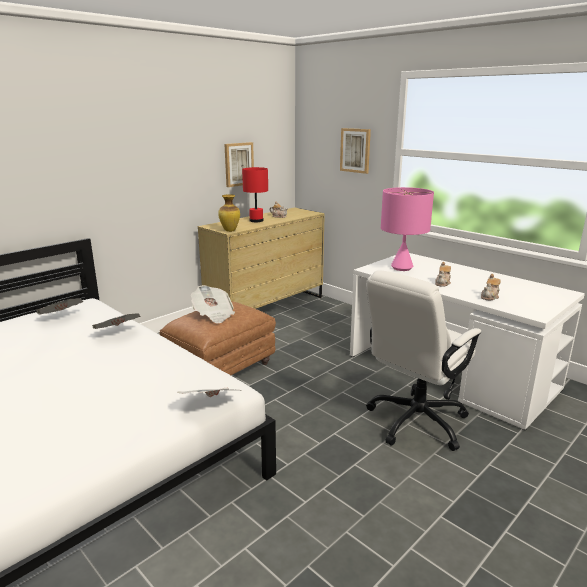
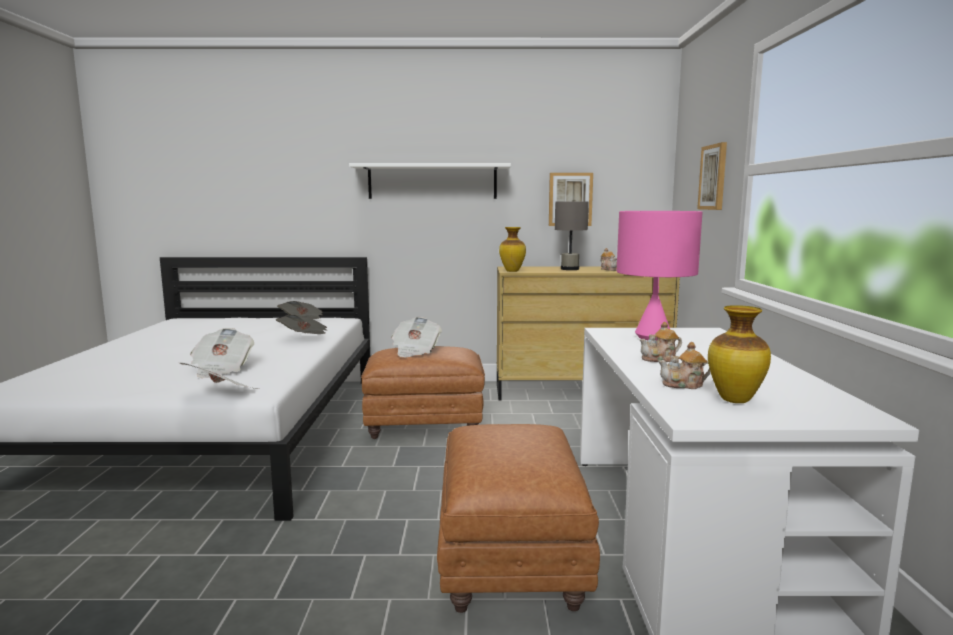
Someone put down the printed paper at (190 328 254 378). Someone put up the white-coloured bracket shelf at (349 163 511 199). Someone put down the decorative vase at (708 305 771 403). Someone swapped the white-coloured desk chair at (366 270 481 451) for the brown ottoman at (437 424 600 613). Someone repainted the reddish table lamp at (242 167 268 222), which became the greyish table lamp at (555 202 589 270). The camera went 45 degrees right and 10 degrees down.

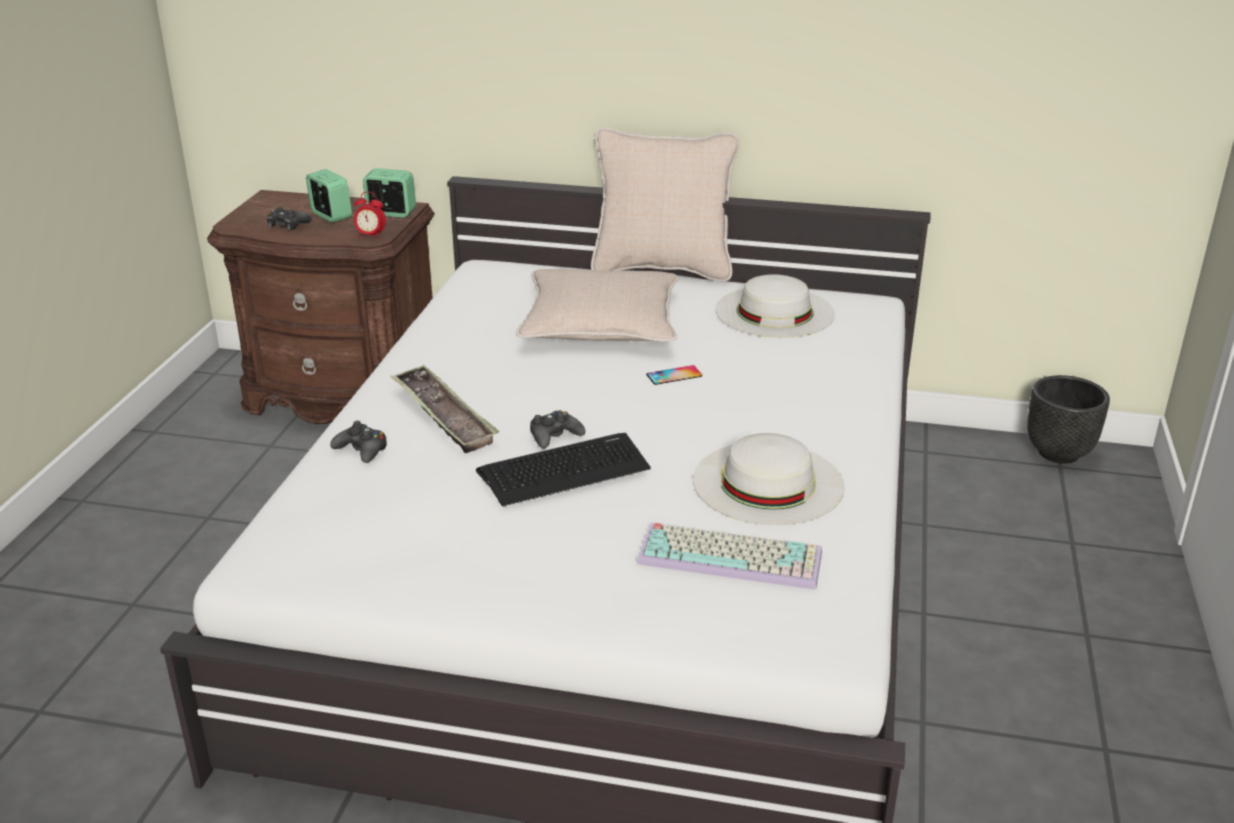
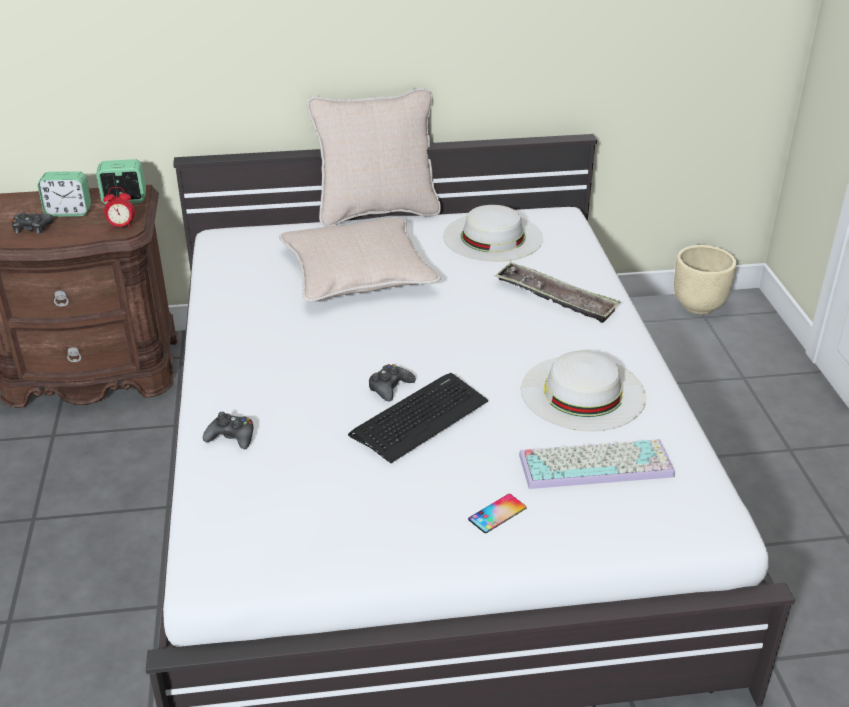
Someone carried the carrying tray from (391 364 499 453) to (495 262 620 323). Someone carried the phone from (647 365 702 385) to (468 494 527 533). Someone repainted the black planter at (1027 375 1110 464), which became the beige-coloured planter at (674 245 737 315). Someone rotated the bedside clock at (306 169 352 223) by 150 degrees clockwise. The camera went 20 degrees left and 5 degrees up.

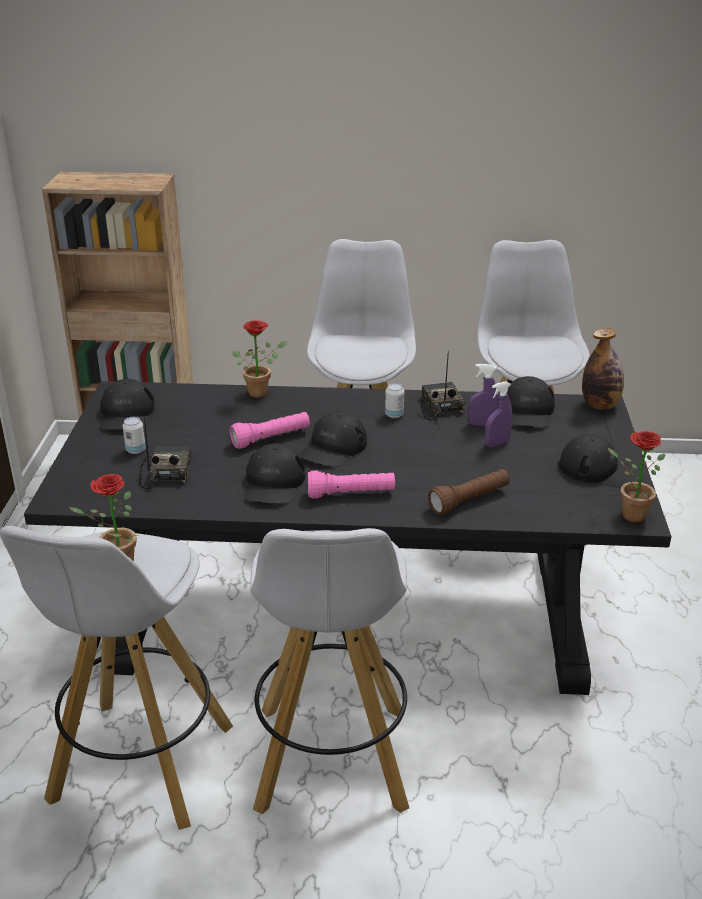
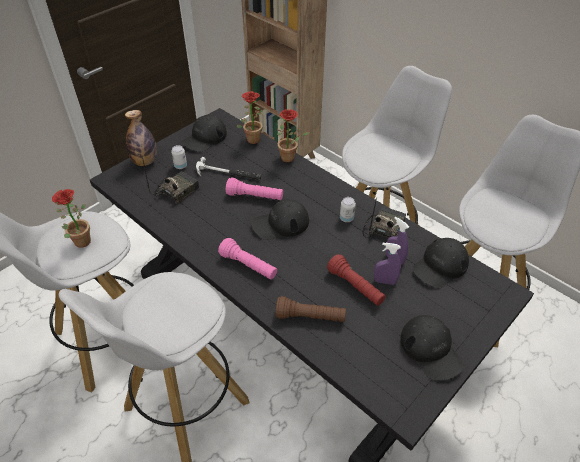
Someone took away the black peaked cap at (243 443 305 503). Someone put down the hand hammer at (196 157 262 180). Someone put down the reddish flashlight at (327 254 385 306). Someone carried the drink bottle from (582 329 624 409) to (125 110 157 166). Someone carried the plant in a pot from (608 431 665 523) to (237 91 263 144). The camera went 40 degrees right and 15 degrees up.

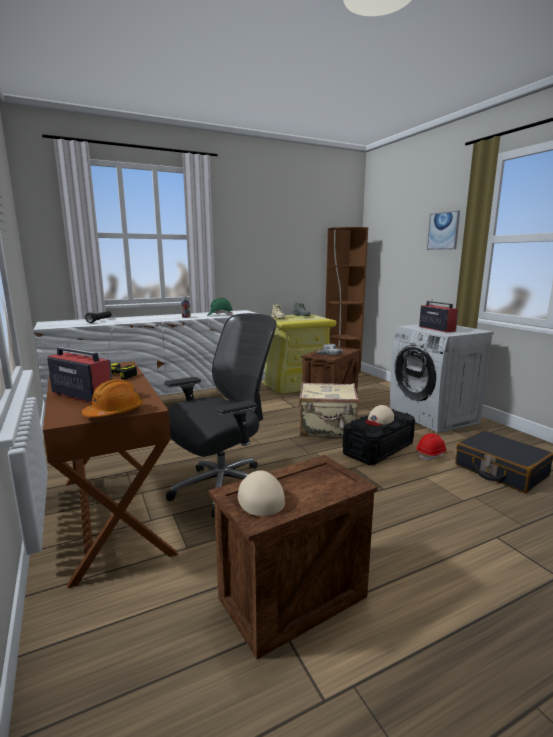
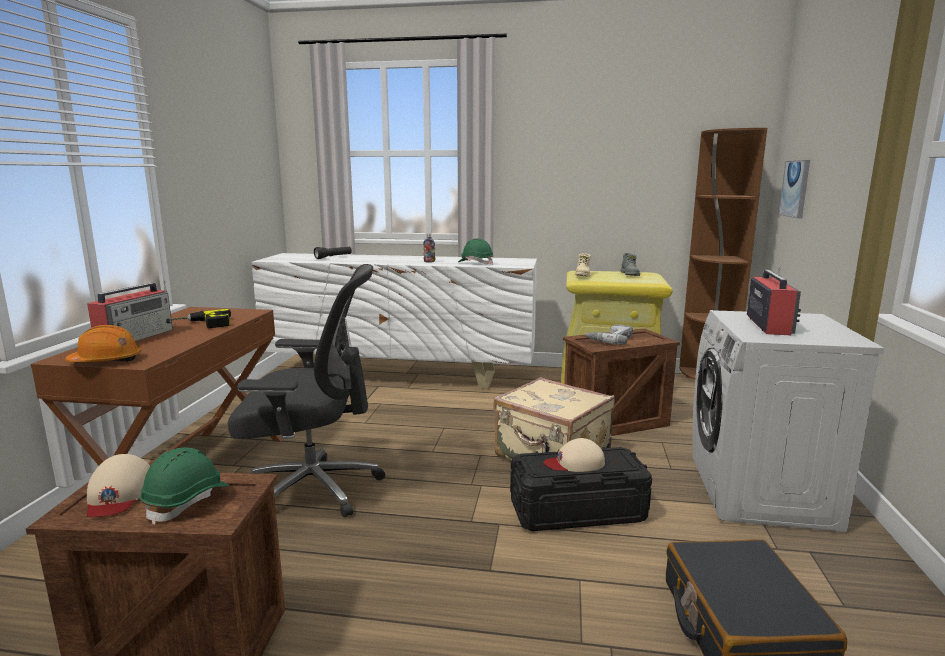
Someone took away the reddish safety helmet at (417 433 447 461). Someone put down the green-coloured safety helmet at (140 447 229 525). Someone carried the picture from (427 210 460 250) to (779 160 810 219). Someone rotated the radio at (47 342 113 403) by 45 degrees clockwise. Someone rotated the beige-coloured peaked cap at (238 470 285 516) by 150 degrees clockwise. The camera went 35 degrees right and 0 degrees up.

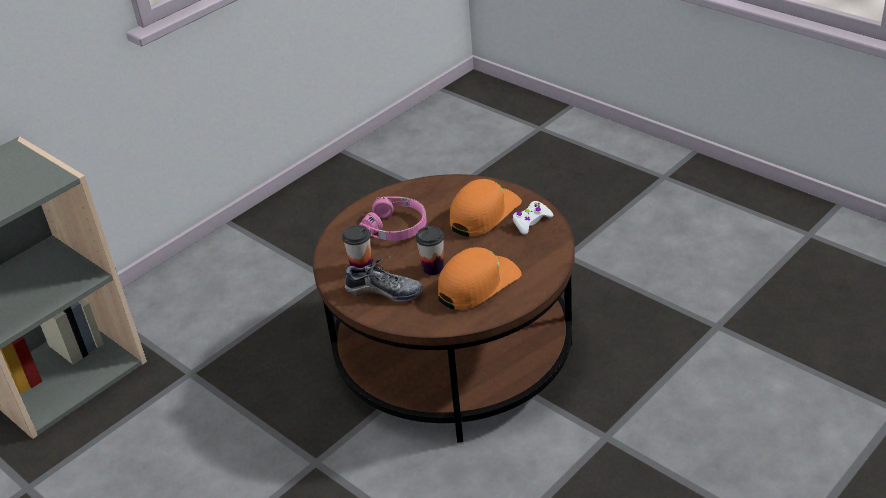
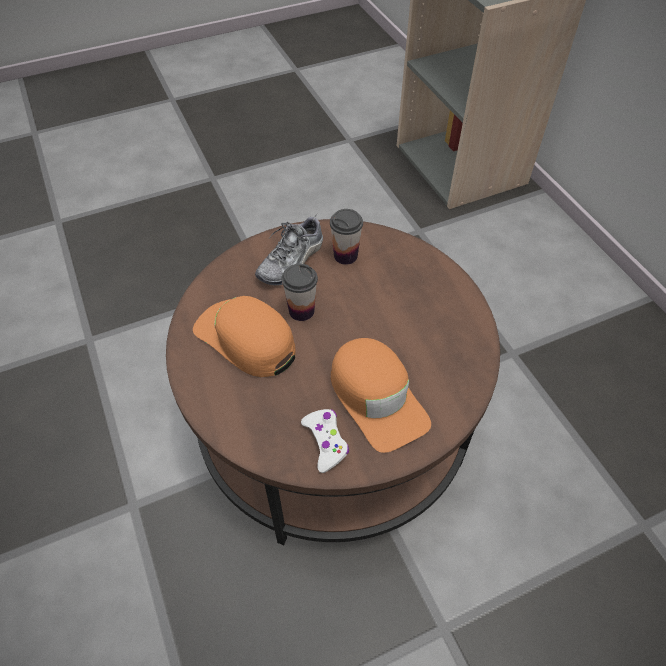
Someone took away the pink-coloured headphones at (359 196 427 241). Someone rotated the orangey peaked cap at (438 247 522 310) by 150 degrees clockwise. The camera went 110 degrees right and 15 degrees up.

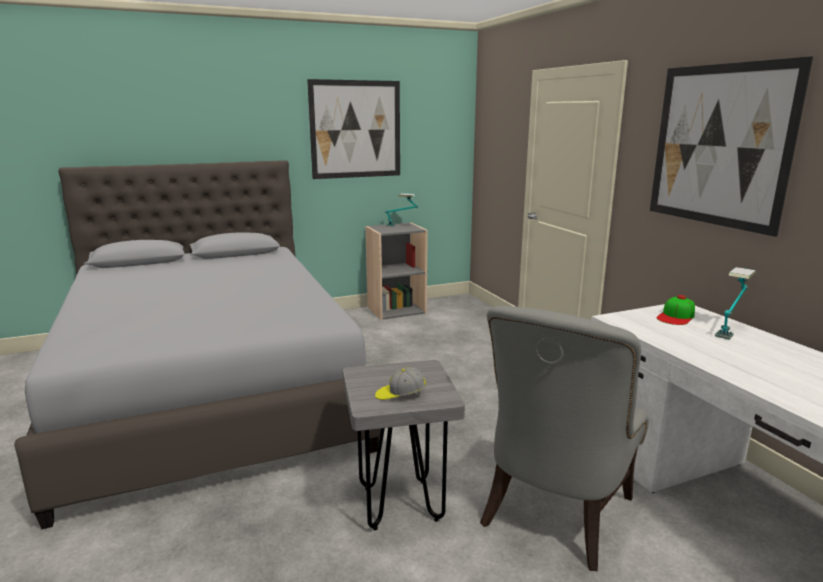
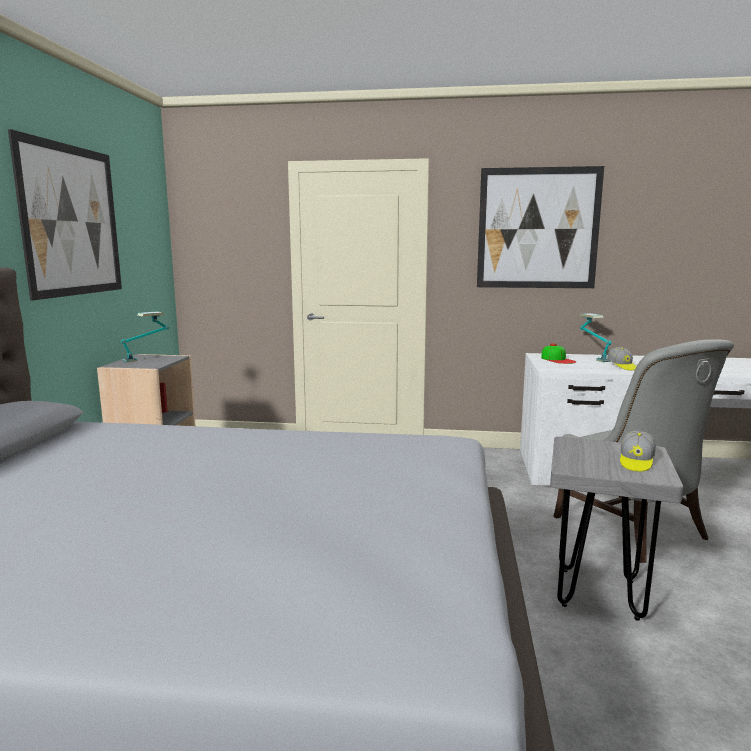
Someone put down the peaked cap at (607 347 637 371). The camera went 60 degrees left and 5 degrees down.

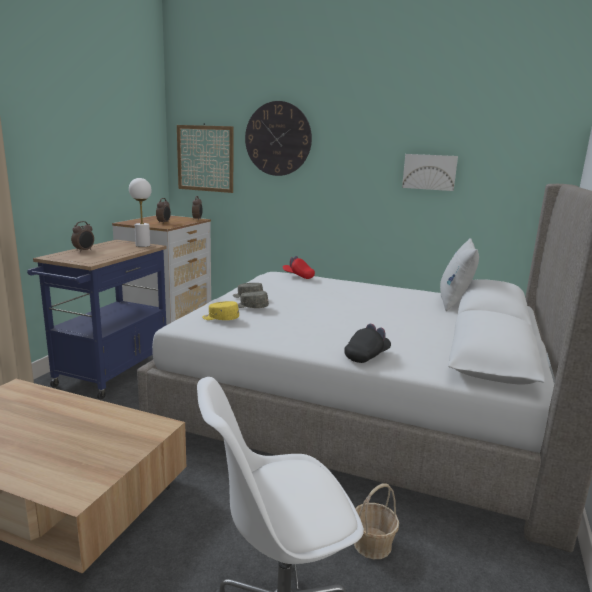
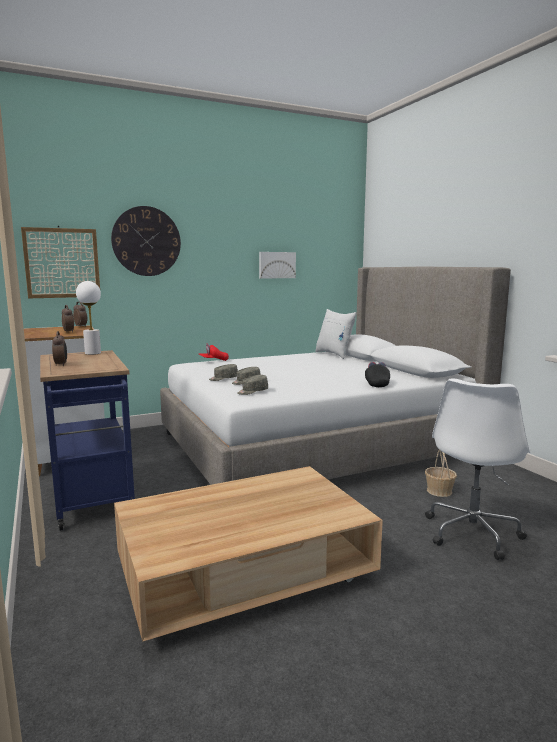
Someone repainted the yellow peaked cap at (202 301 239 320), which became the greyish peaked cap at (238 375 268 395). The camera went 45 degrees left and 5 degrees down.

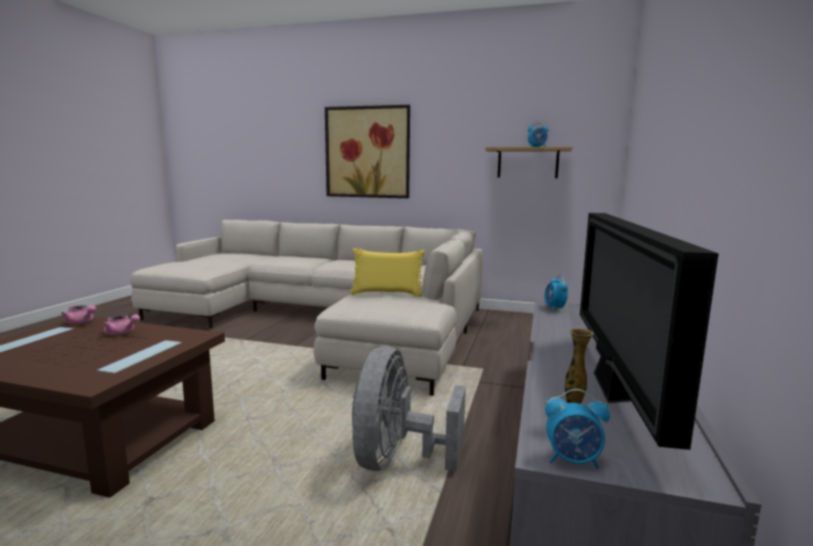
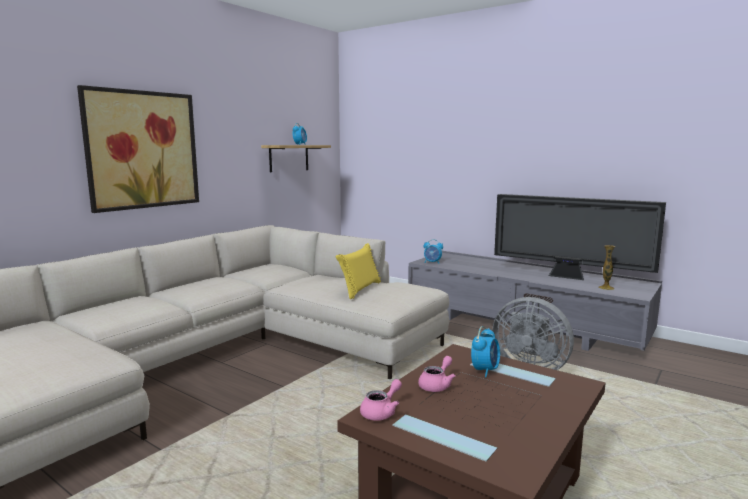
Someone carried the bedside clock from (545 389 610 469) to (471 326 500 377). The camera went 70 degrees left and 0 degrees up.

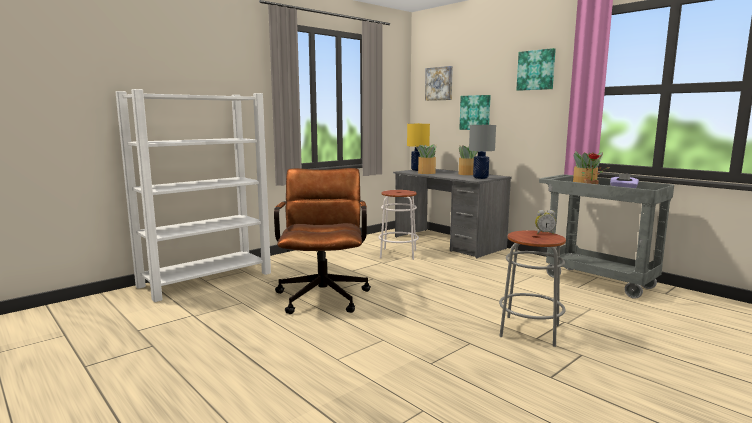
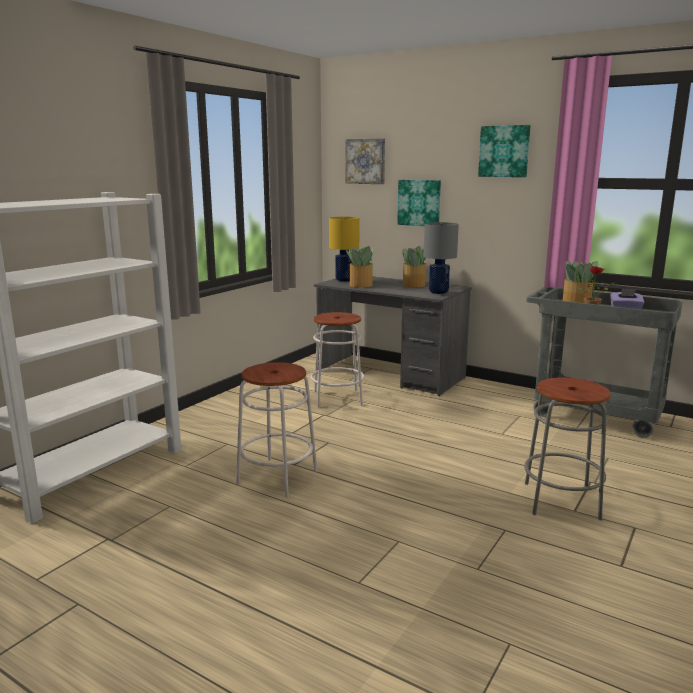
Someone took away the bedside clock at (535 210 556 234). Someone swapped the brown desk chair at (274 168 371 314) for the white-coloured sitting stool at (236 362 318 497). The camera went 15 degrees left and 5 degrees up.

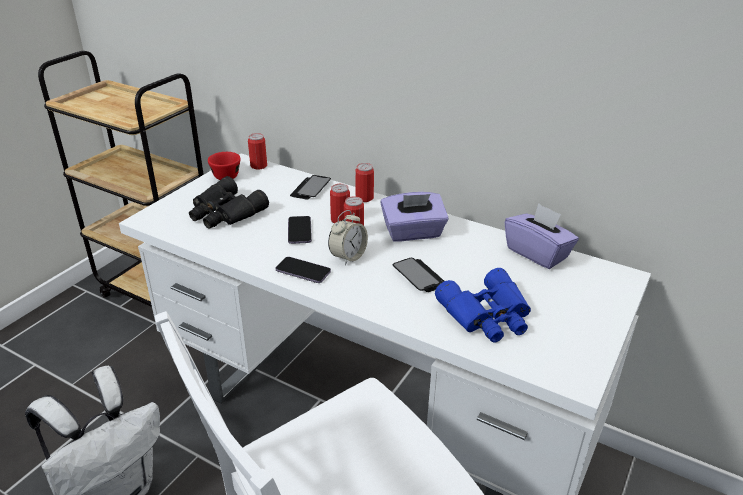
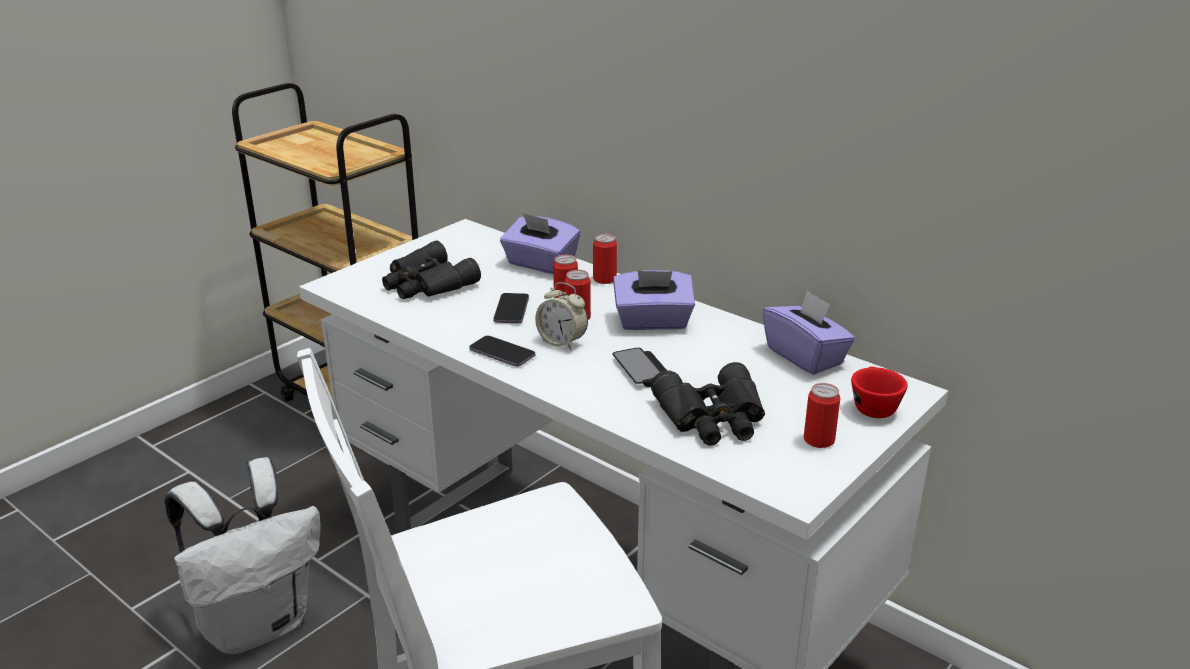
Someone carried the reddish drinking cup from (208 152 241 180) to (851 367 908 418). Someone carried the sealed can from (248 133 267 170) to (804 383 840 448). Someone swapped the phone at (290 175 331 199) for the purplish box of tissues at (500 212 580 274). Someone repainted the blue-coloured binoculars at (435 268 531 342), which became the black binoculars at (651 362 765 446). Someone rotated the bedside clock at (328 210 368 266) by 75 degrees clockwise. The camera went 10 degrees right and 5 degrees down.

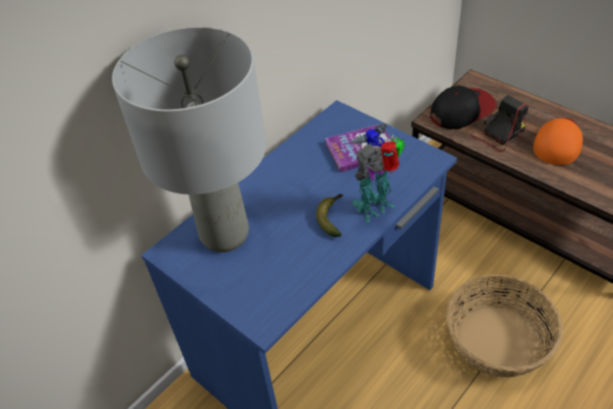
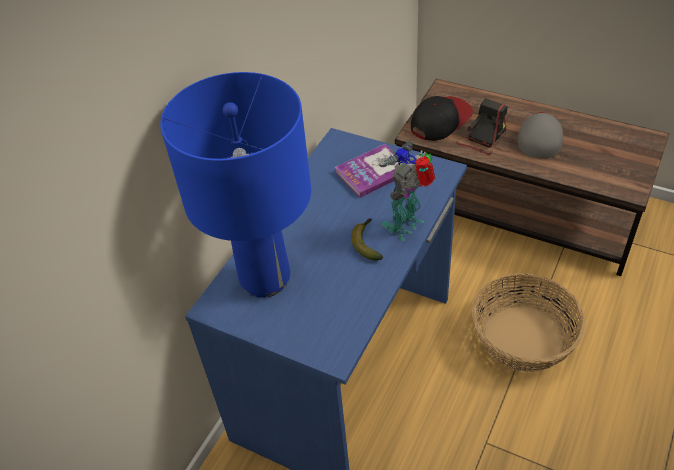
Someone repainted the greyish table lamp at (112 27 266 252), which became the blue-coloured table lamp at (160 72 311 298). Someone repainted the orangey peaked cap at (533 118 583 165), which became the greyish peaked cap at (518 112 563 159). The camera went 15 degrees left and 0 degrees up.

